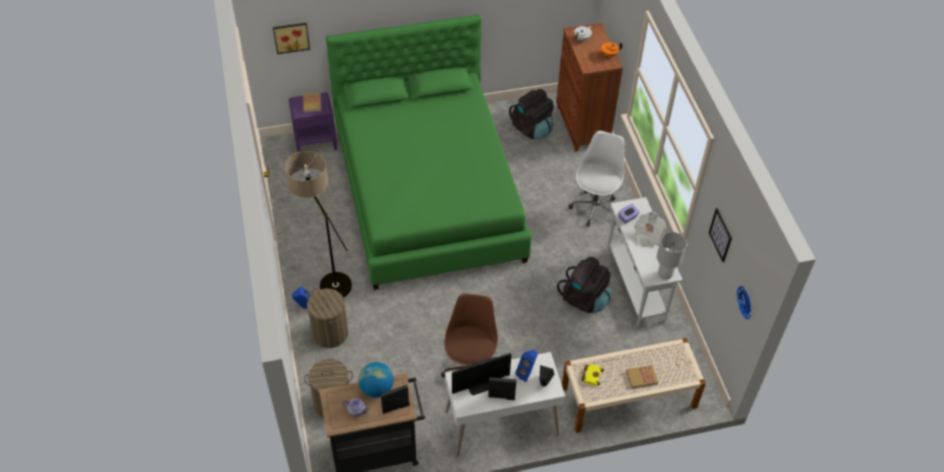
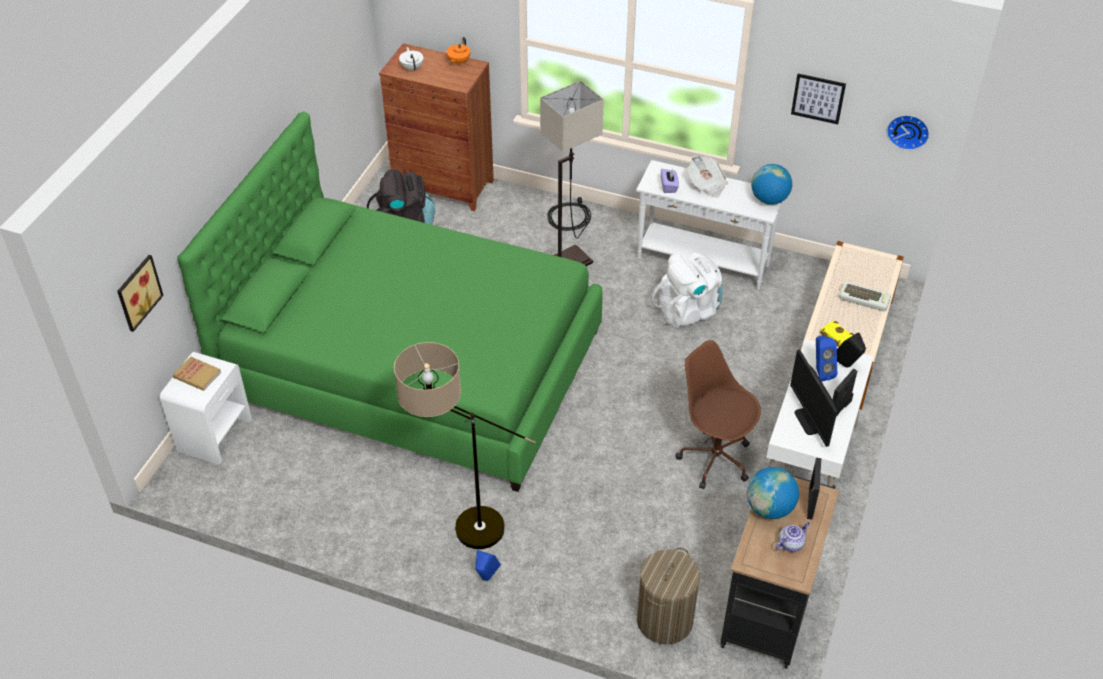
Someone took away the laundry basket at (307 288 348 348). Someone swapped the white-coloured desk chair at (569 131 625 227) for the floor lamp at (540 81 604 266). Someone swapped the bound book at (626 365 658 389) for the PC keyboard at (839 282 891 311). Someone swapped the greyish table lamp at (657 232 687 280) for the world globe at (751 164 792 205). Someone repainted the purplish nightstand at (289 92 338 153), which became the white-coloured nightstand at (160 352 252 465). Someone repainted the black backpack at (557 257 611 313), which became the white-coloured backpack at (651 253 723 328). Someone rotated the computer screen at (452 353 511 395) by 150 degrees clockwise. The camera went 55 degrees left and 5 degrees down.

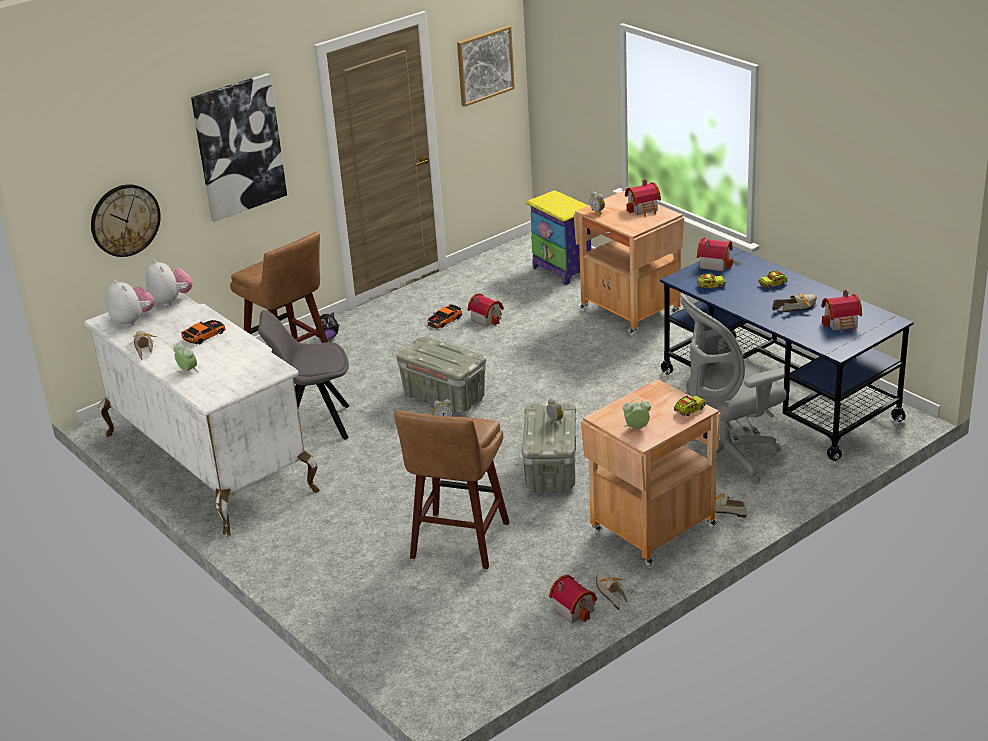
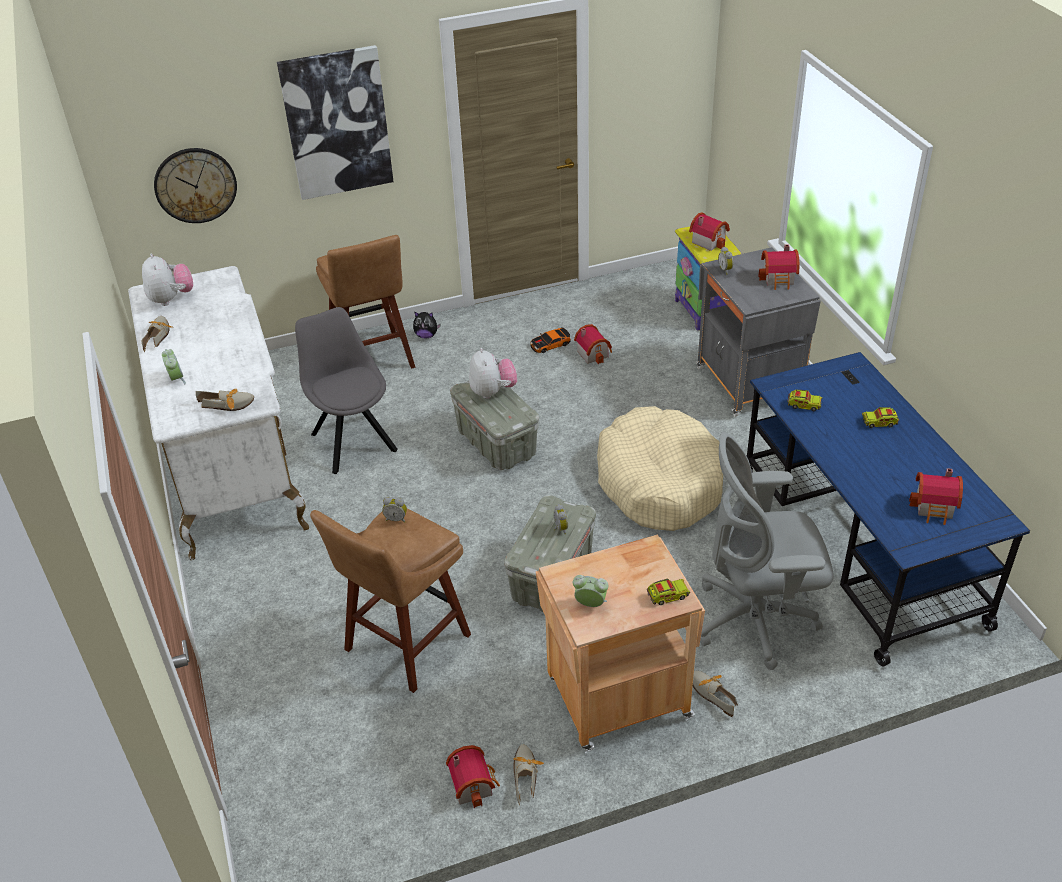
Someone took away the toy car at (181 320 226 344). Someone took away the picture at (457 25 515 107). Someone put down the beige-coloured dog bed at (597 406 723 531). Someone carried the cuddly toy from (146 259 193 307) to (469 348 517 399). Someone carried the miniature house from (697 238 733 271) to (689 212 730 251). Someone carried the item of footwear from (772 293 817 312) to (196 389 254 411). Someone repainted the brown cart at (574 190 684 336), which became the greyish cart at (696 247 821 417). Someone rotated the greyish plain chair at (258 310 349 440) by 45 degrees clockwise. The camera went 20 degrees right and 10 degrees up.

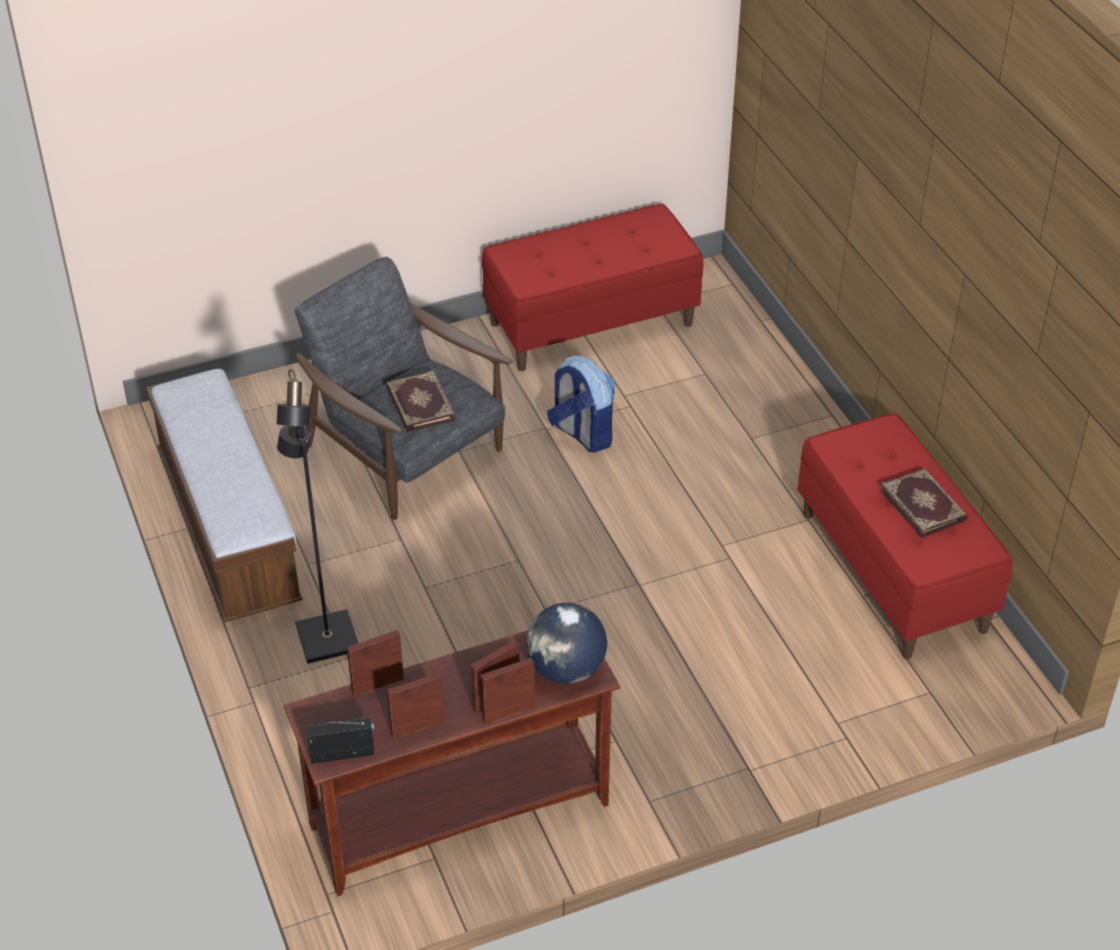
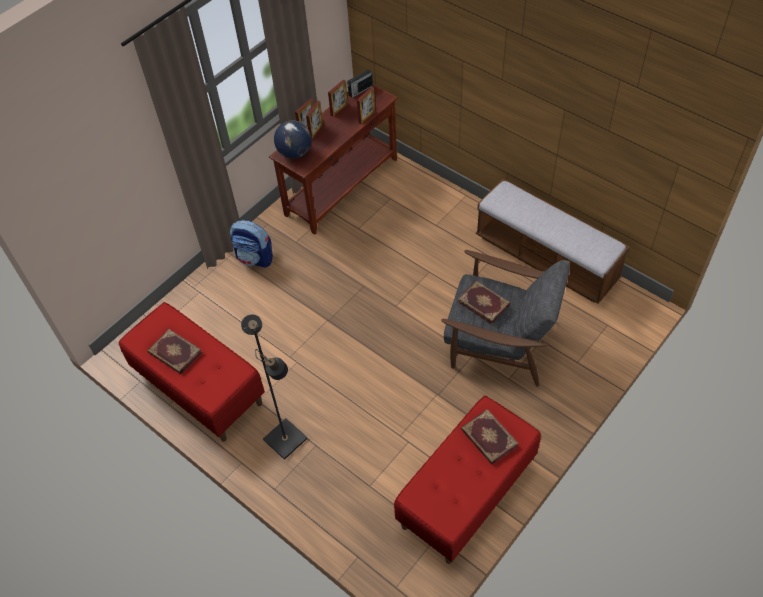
Someone put down the bound book at (461 409 519 464). Someone carried the black floor lamp from (277 369 358 664) to (241 314 308 460). Someone carried the backpack from (547 355 615 453) to (230 220 273 268). The camera went 155 degrees right and 10 degrees up.

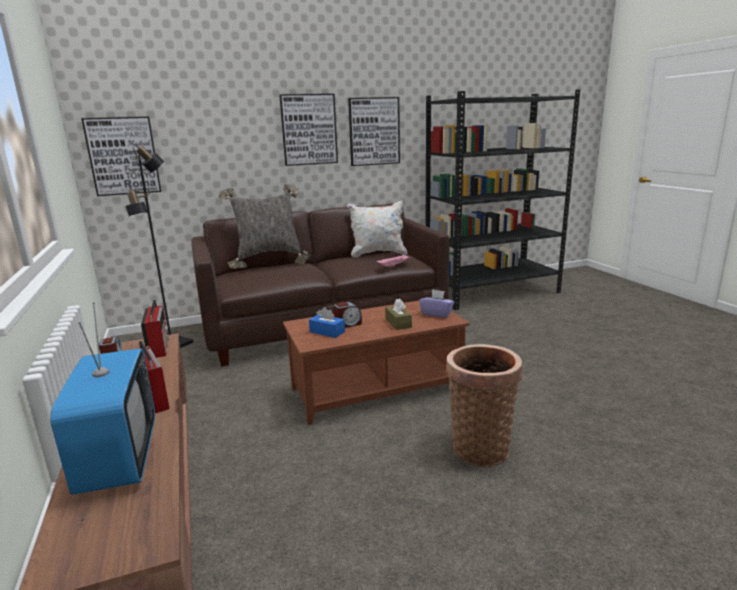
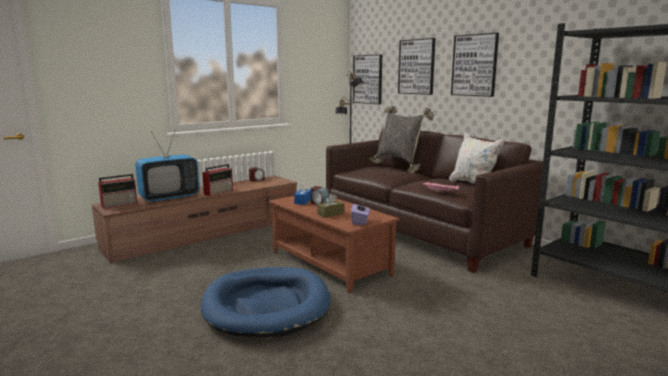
Someone carried the radio from (141 300 169 358) to (98 174 137 209). Someone carried the picture from (348 97 400 166) to (398 38 436 95). Someone swapped the household basket at (446 344 522 467) for the blue-coloured dog bed at (201 267 330 337). The camera went 70 degrees right and 5 degrees down.

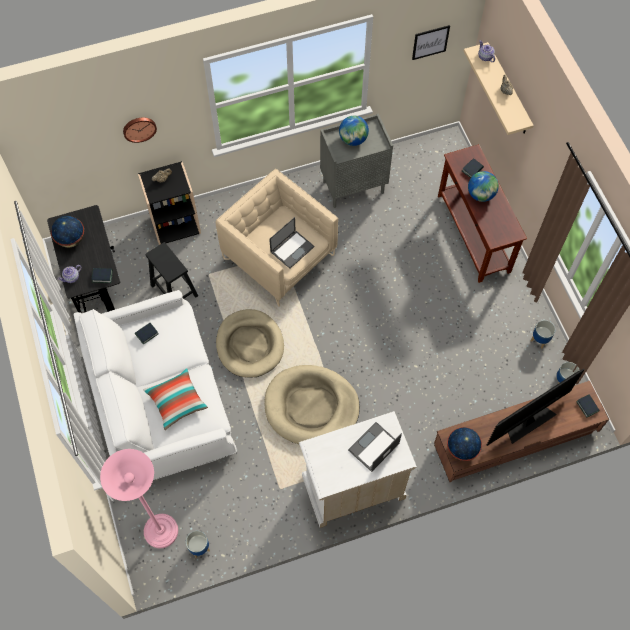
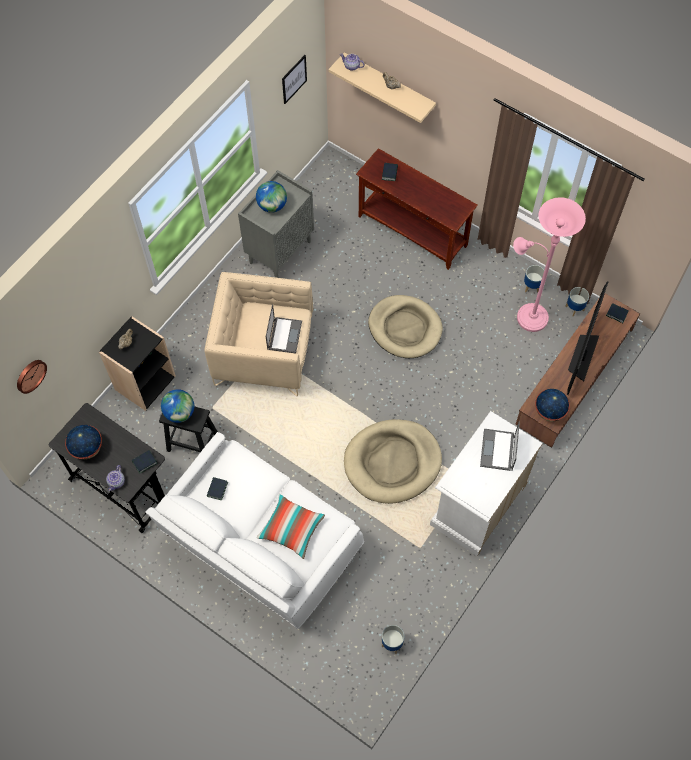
Someone carried the pink-coloured floor lamp from (100 449 178 548) to (513 197 586 332). Someone carried the hanging clock from (123 118 157 143) to (17 360 47 394). Someone carried the beige-coloured dog bed from (216 309 284 378) to (368 295 443 358). Someone carried the world globe from (468 171 499 202) to (161 389 194 423). The camera went 35 degrees left and 0 degrees up.

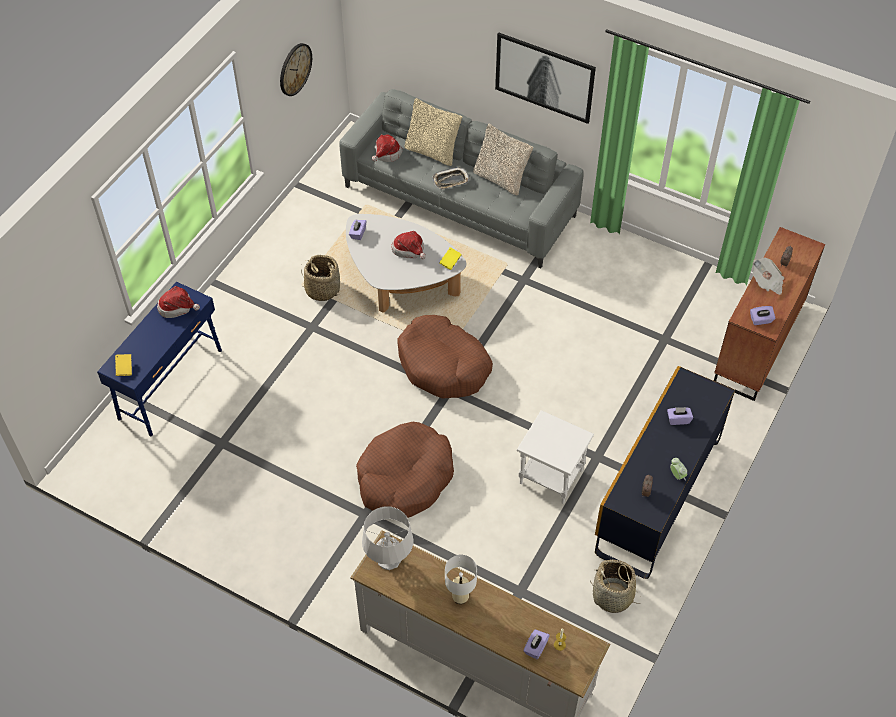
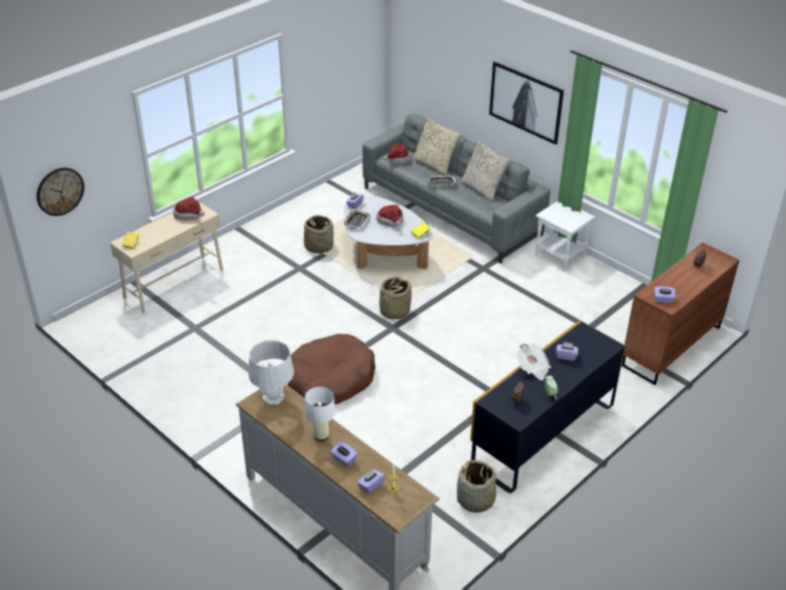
Someone put down the purplish box of tissues at (331 441 358 467). Someone put down the carrying tray at (344 210 371 229). Someone carried the hanging clock from (280 43 312 96) to (37 168 84 216). Someone carried the white-coloured side table from (517 410 594 504) to (535 201 595 271). Someone carried the printed paper from (752 257 784 295) to (516 343 551 380). Someone swapped the brown dog bed at (397 315 493 398) for the household basket at (379 276 412 319). Someone repainted the blue-coloured narrow table at (97 282 222 436), which became the beige-coloured narrow table at (110 201 223 313). The camera went 15 degrees right and 15 degrees down.

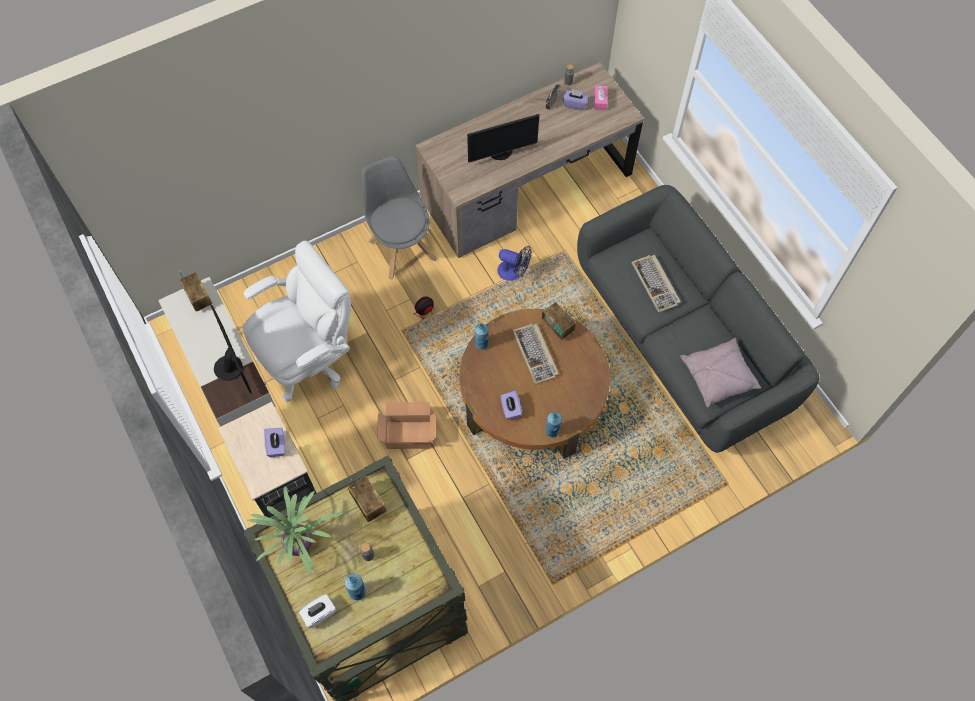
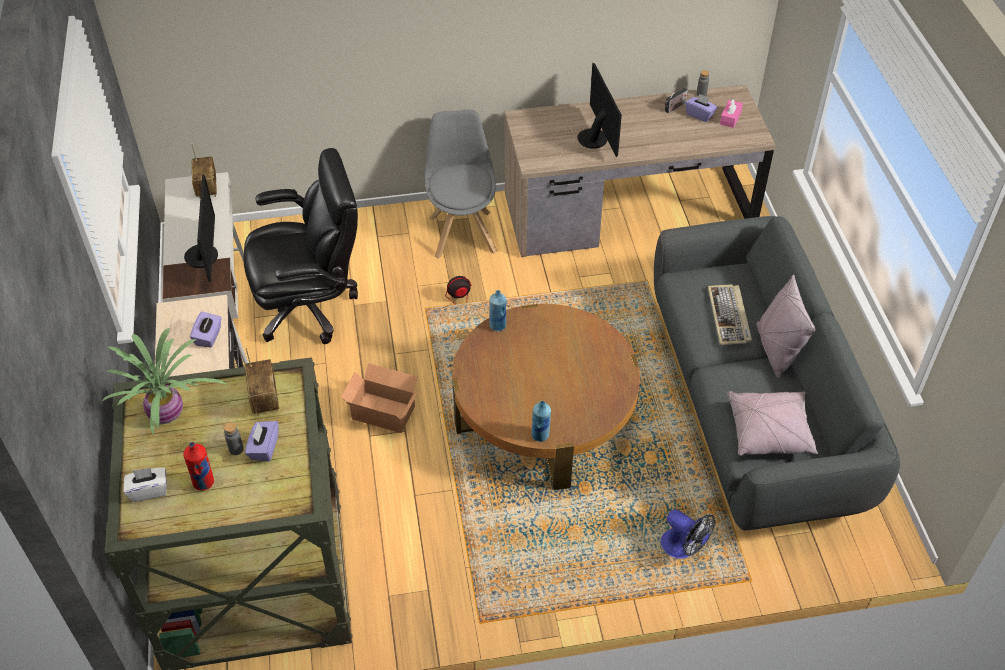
Someone took away the PC keyboard at (513 323 559 385). Someone took away the radio at (542 302 576 340). Someone put down the purplish cushion at (756 275 816 379). Someone carried the fan from (497 246 531 281) to (661 509 716 559). Someone carried the purplish box of tissues from (501 391 522 420) to (245 421 279 462). Someone repainted the white-coloured desk chair at (243 241 351 402), which became the black desk chair at (244 148 358 344). Someone repainted the blue-coloured drink bottle at (345 573 366 601), which became the reddish drink bottle at (183 442 214 491). Someone rotated the computer screen at (467 114 539 162) by 105 degrees counterclockwise. The camera went 20 degrees right and 15 degrees down.

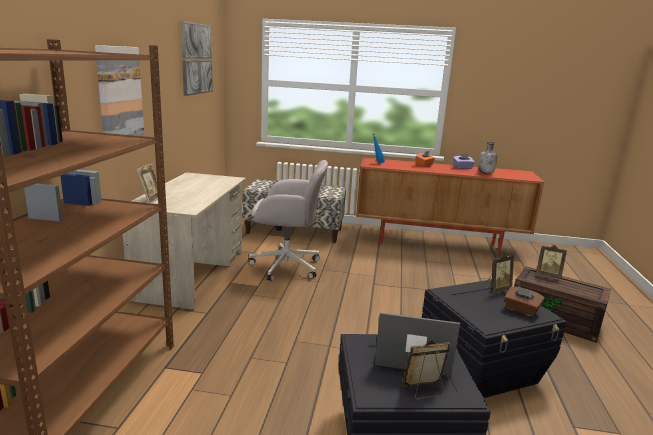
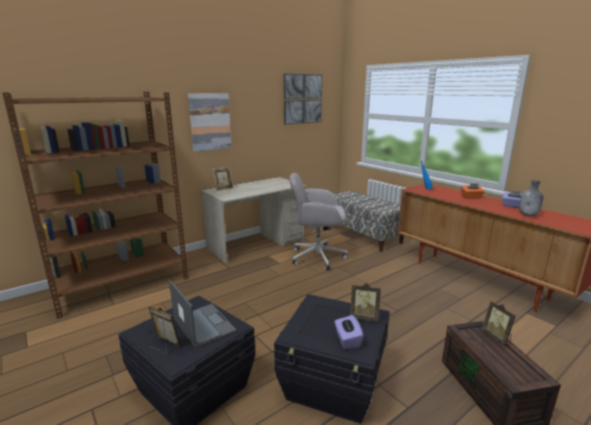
Someone repainted the brown box of tissues at (505 286 544 317), which became the purplish box of tissues at (334 315 363 349). Someone rotated the greyish desk chair at (249 160 328 281) by 135 degrees clockwise. The camera went 45 degrees right and 0 degrees up.

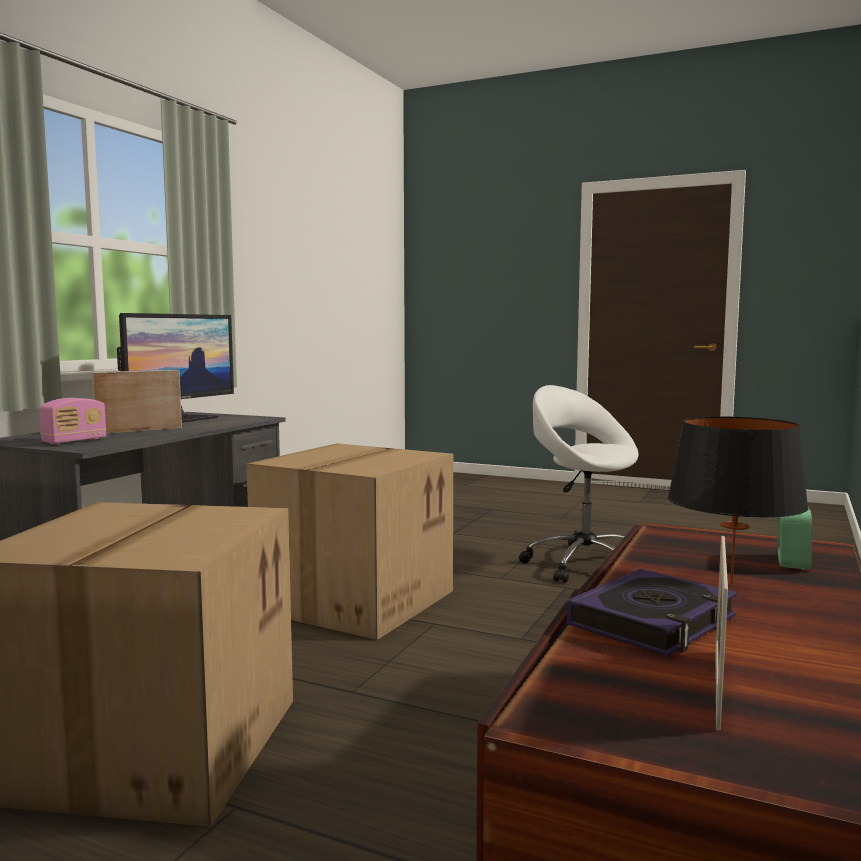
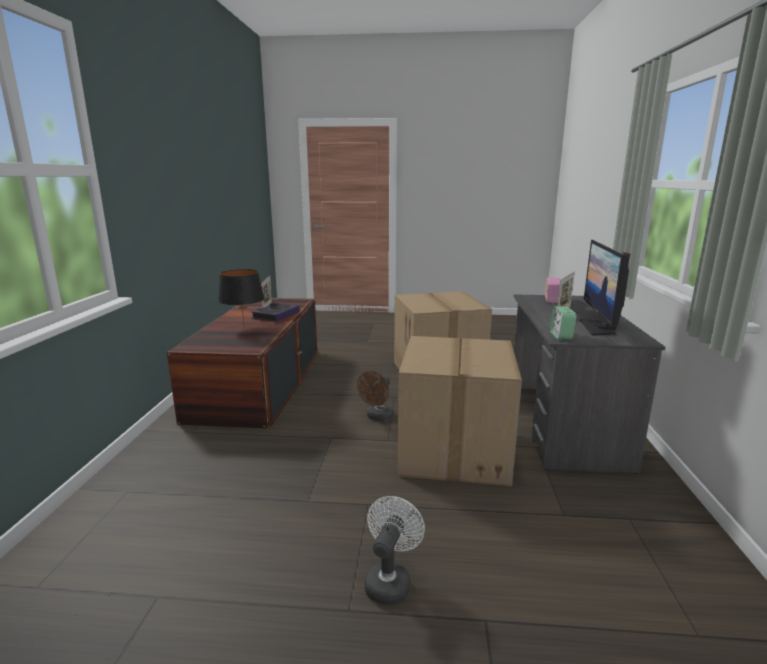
Someone took away the white-coloured desk chair at (519 385 638 583). Someone put down the brown fan at (357 371 394 421). Someone put down the white-coloured fan at (364 496 425 605). Someone carried the bedside clock from (778 506 812 569) to (550 306 576 340). The camera went 160 degrees right and 10 degrees up.

